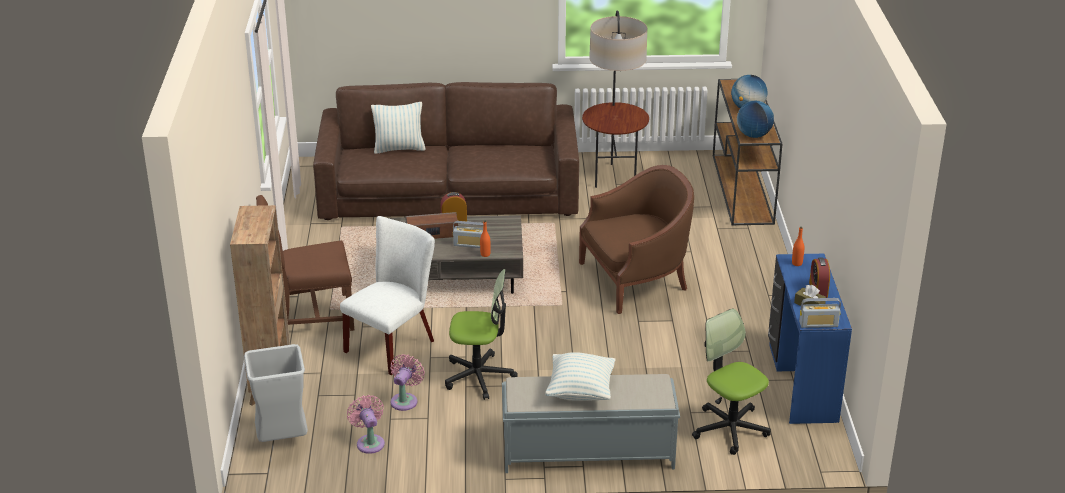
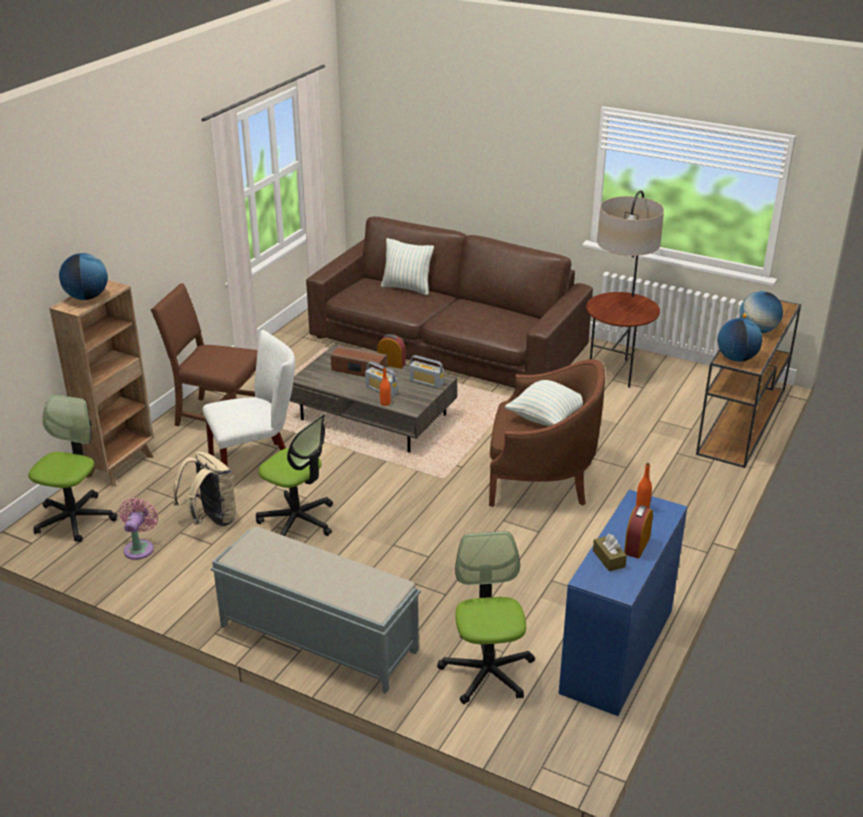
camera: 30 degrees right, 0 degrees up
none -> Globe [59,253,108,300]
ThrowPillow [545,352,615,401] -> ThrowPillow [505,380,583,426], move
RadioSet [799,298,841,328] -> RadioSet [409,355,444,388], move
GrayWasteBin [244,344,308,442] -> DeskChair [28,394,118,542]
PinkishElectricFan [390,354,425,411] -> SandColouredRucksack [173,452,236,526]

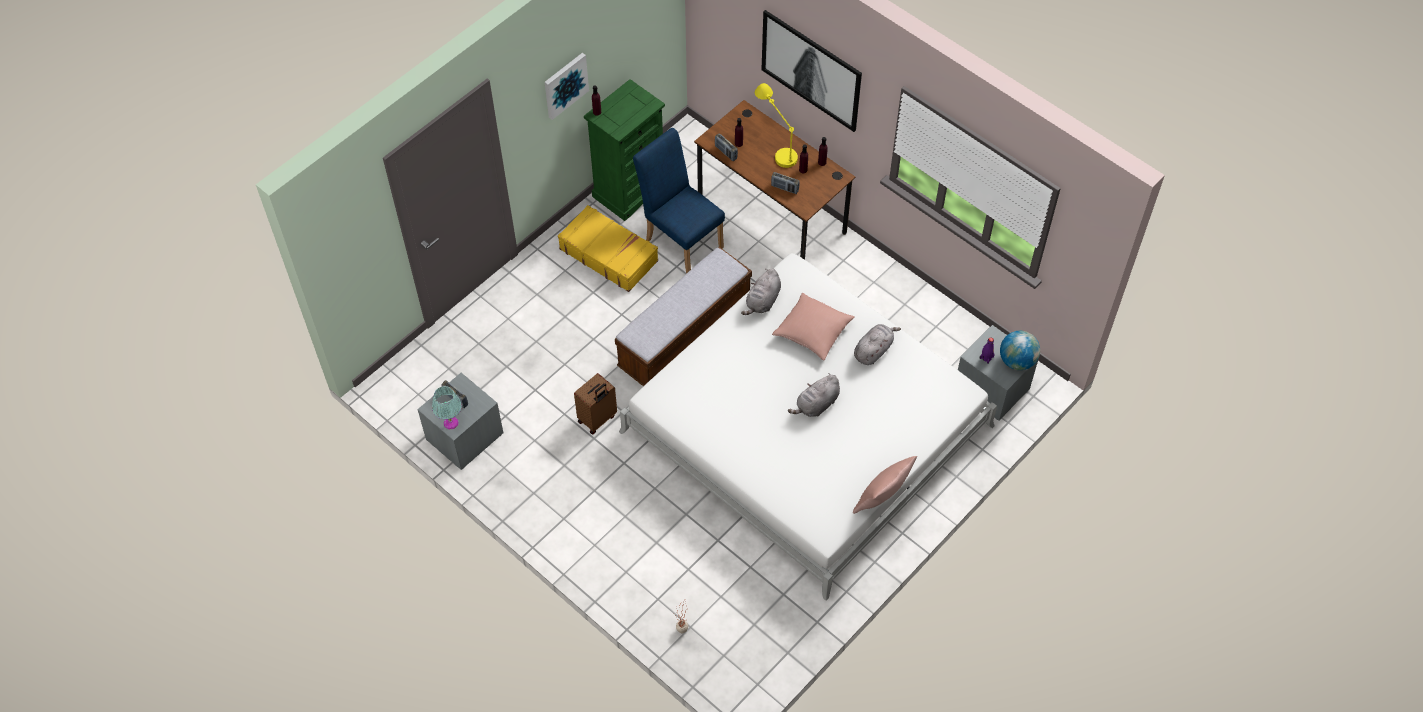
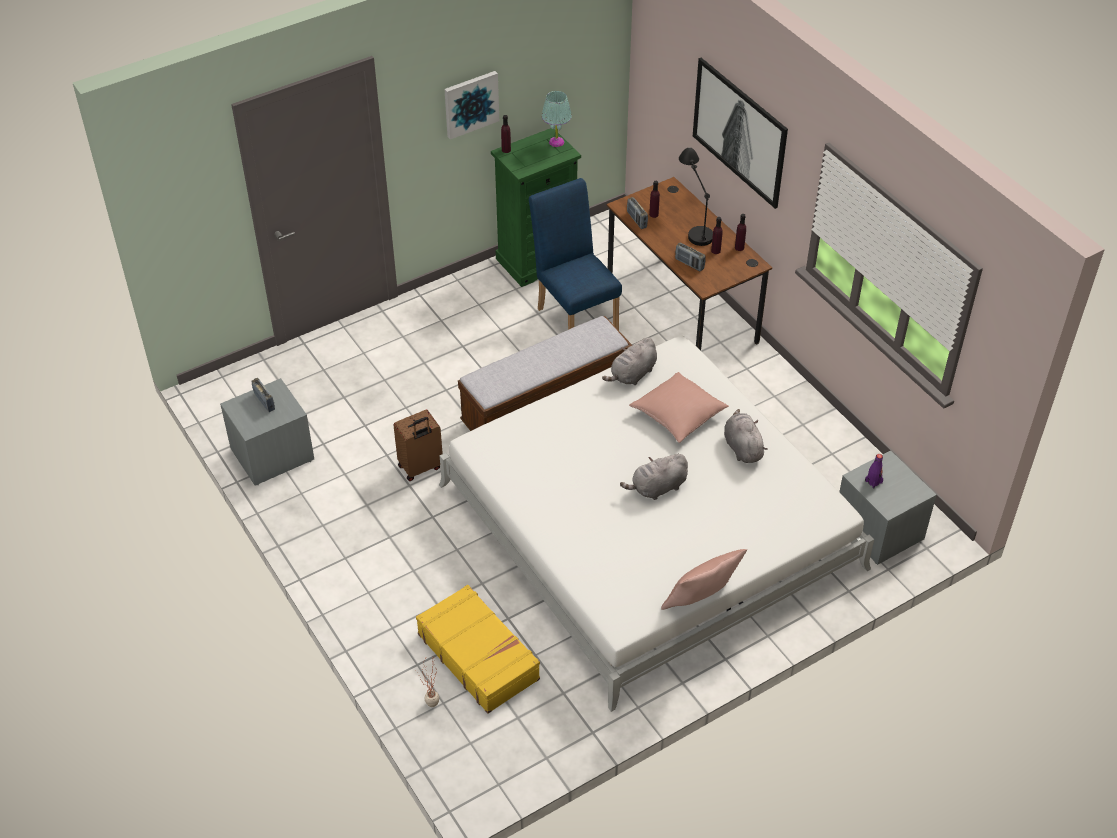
camera: 15 degrees right, 10 degrees down
Globe [1000,331,1040,370] -> none
TurquoiseTabletopLamp [432,386,462,429] -> TurquoiseTabletopLamp [542,91,572,147], move
YellowishSuitcase [558,205,658,292] -> YellowishSuitcase [416,585,540,714], move
YellowishTabletopLamp [755,83,798,168] -> BlackishTabletopLamp [679,147,713,246]
GrayPlushToy [854,324,901,365] -> GrayPlushToy [724,409,768,463], 75 degrees counterclockwise

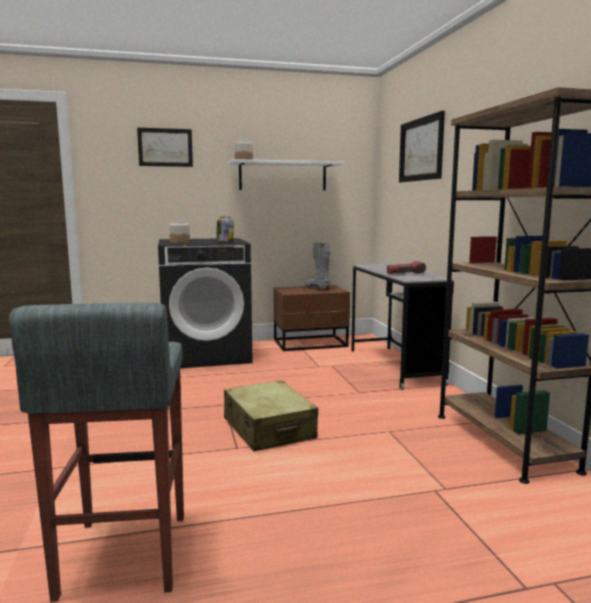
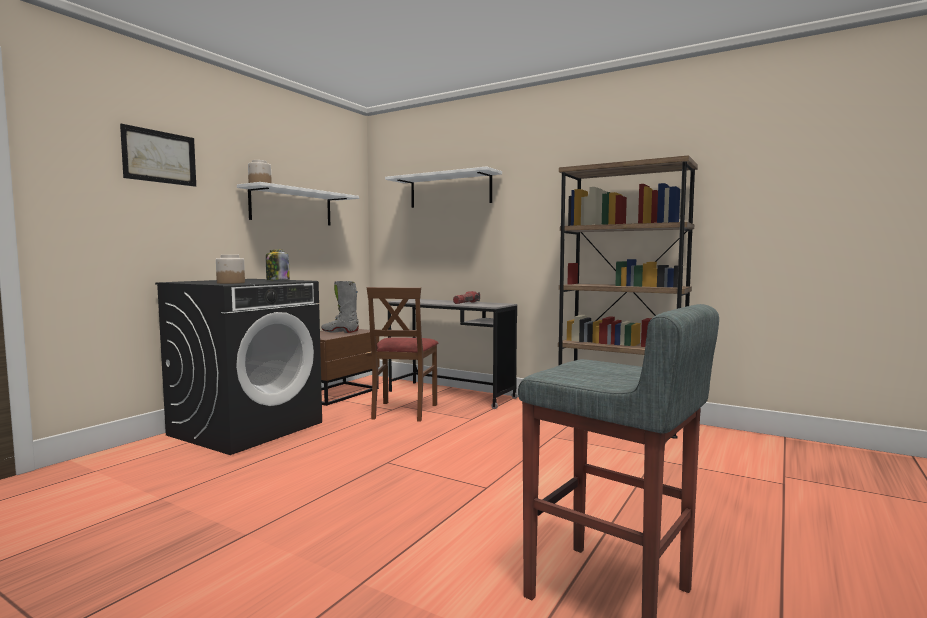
camera: 45 degrees left, 5 degrees down
SandColouredSuitcase [224,380,318,451] -> none
none -> BrownPlainChair [367,287,438,422]
WallPicture [399,111,445,182] -> WhiteWallShelf [385,166,502,208]

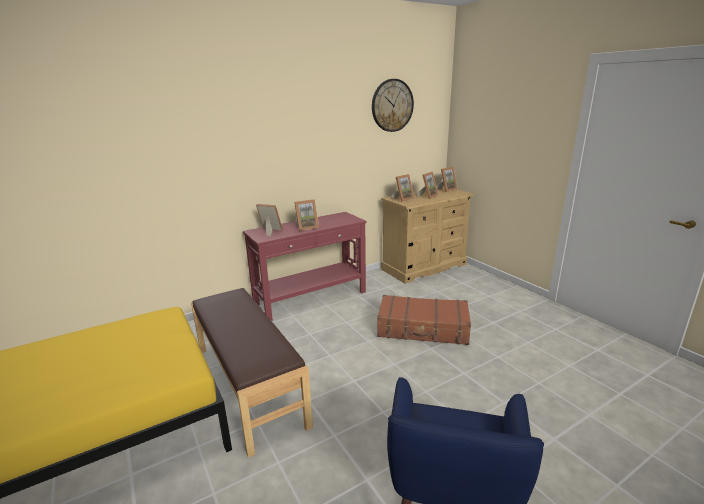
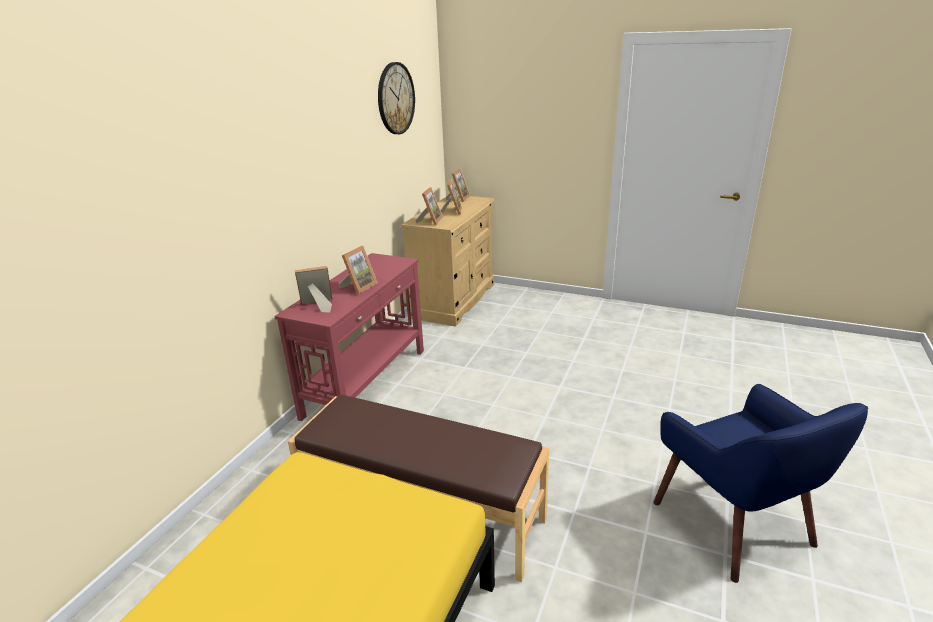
camera: 35 degrees left, 5 degrees up
BrownSuitcase [377,295,471,345] -> none

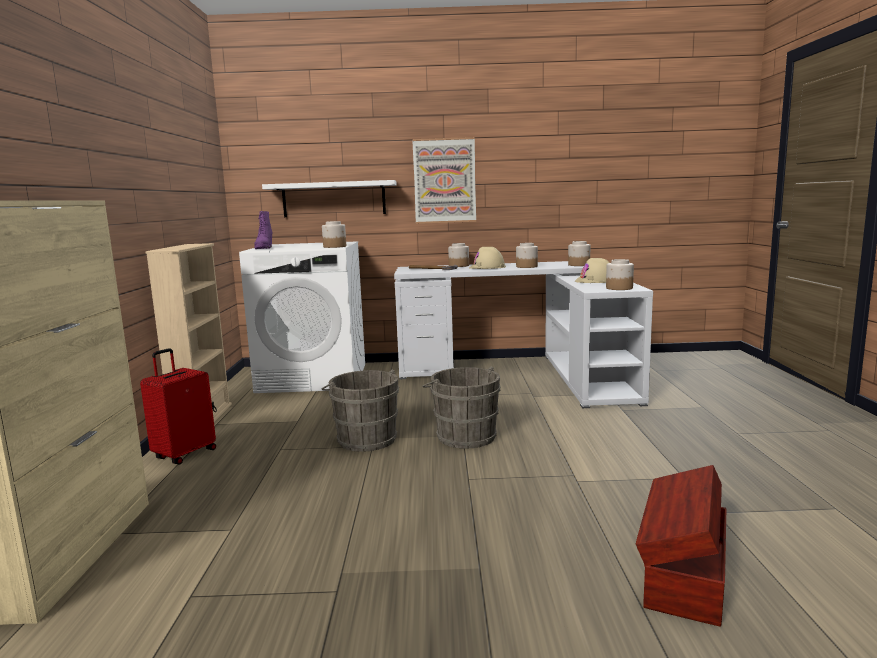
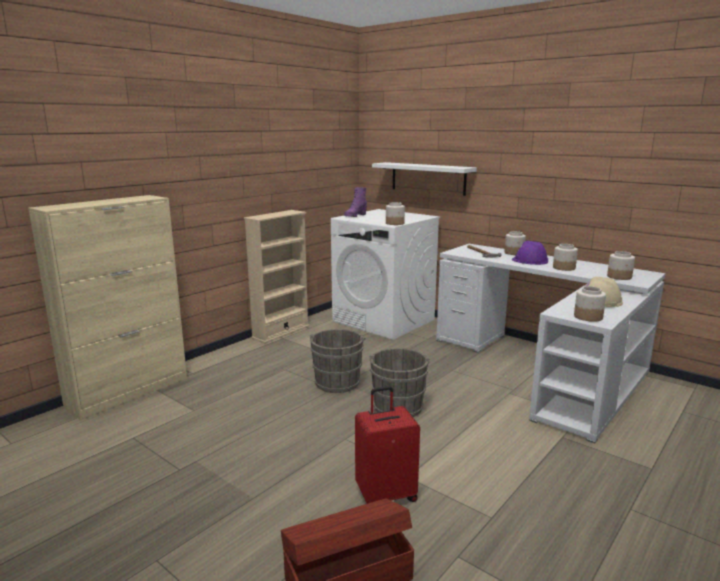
camera: 40 degrees right, 5 degrees up
WallPicture [412,137,476,224] -> none
ReddishSuitcase [140,348,216,465] -> ReddishSuitcase [355,386,420,504], move
SandColouredHardHat [469,247,506,269] -> PurplishHardHat [512,241,548,265]

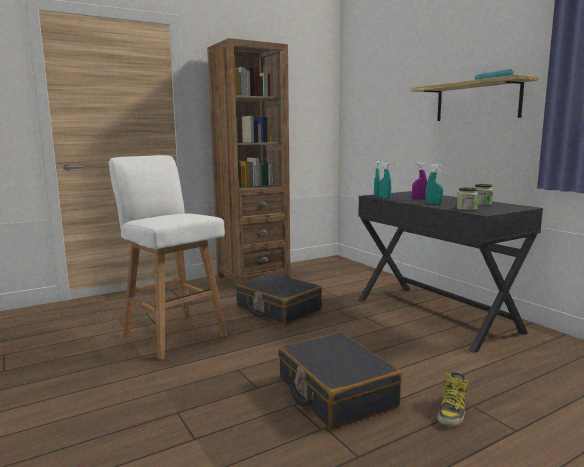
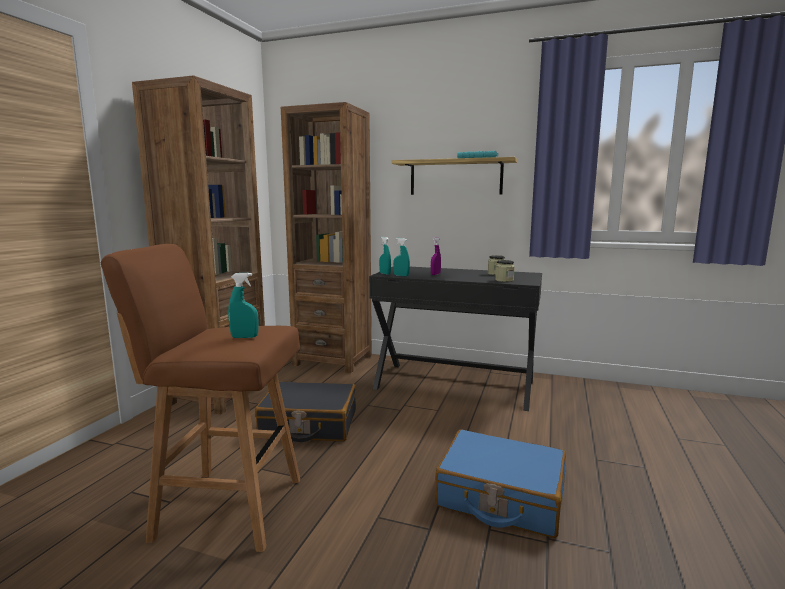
camera: 40 degrees left, 0 degrees up
TallBoot [438,372,468,426] -> none
none -> BrownShelvingUnit [281,102,372,373]
TurquoiseSprayer [426,164,443,204] -> TurquoiseSprayer [228,273,259,338], move
WhiteStool [108,155,227,360] -> BrownStool [101,244,300,552]
BlackishSuitcase [279,332,402,430] -> BlueColouredSuitcase [435,430,566,538]

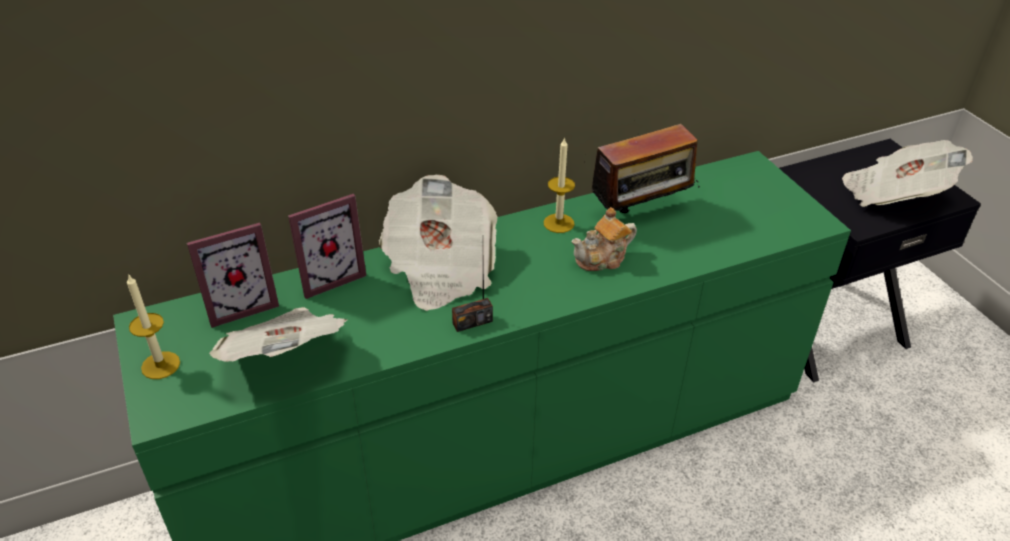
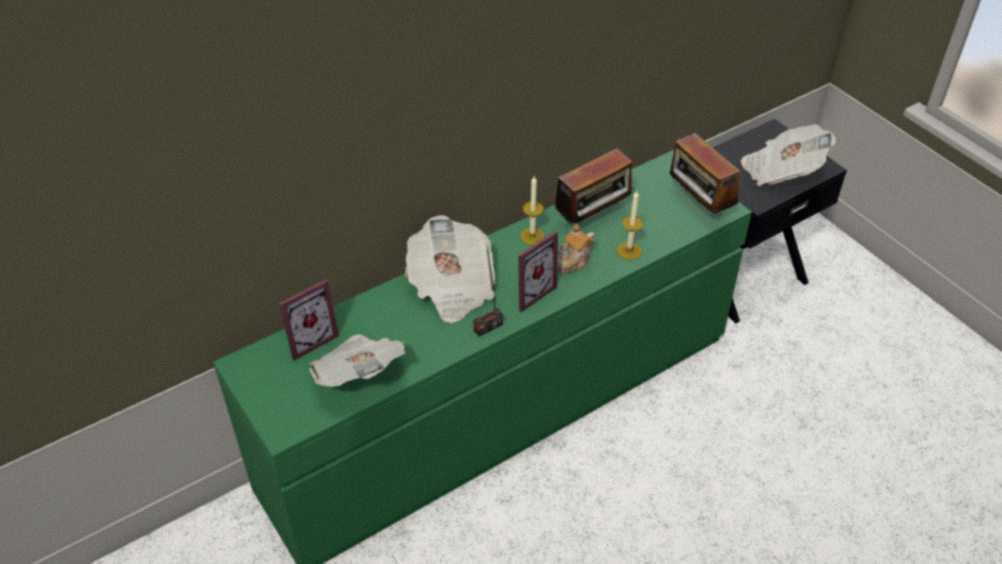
camera: 10 degrees left, 5 degrees up
none -> RadioSet [670,133,741,216]
WaxLight [127,274,180,379] -> WaxLight [617,190,643,260], move
StandingFrame [288,194,366,299] -> StandingFrame [518,231,558,312], move

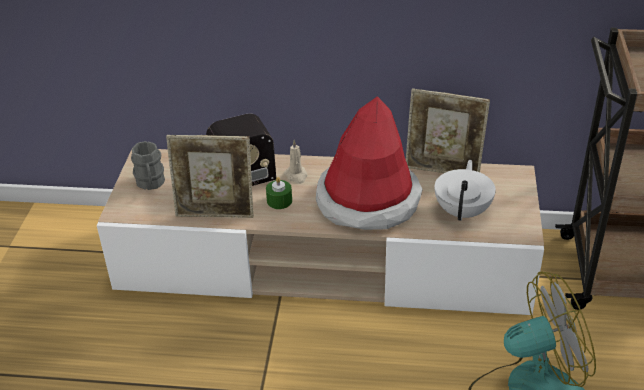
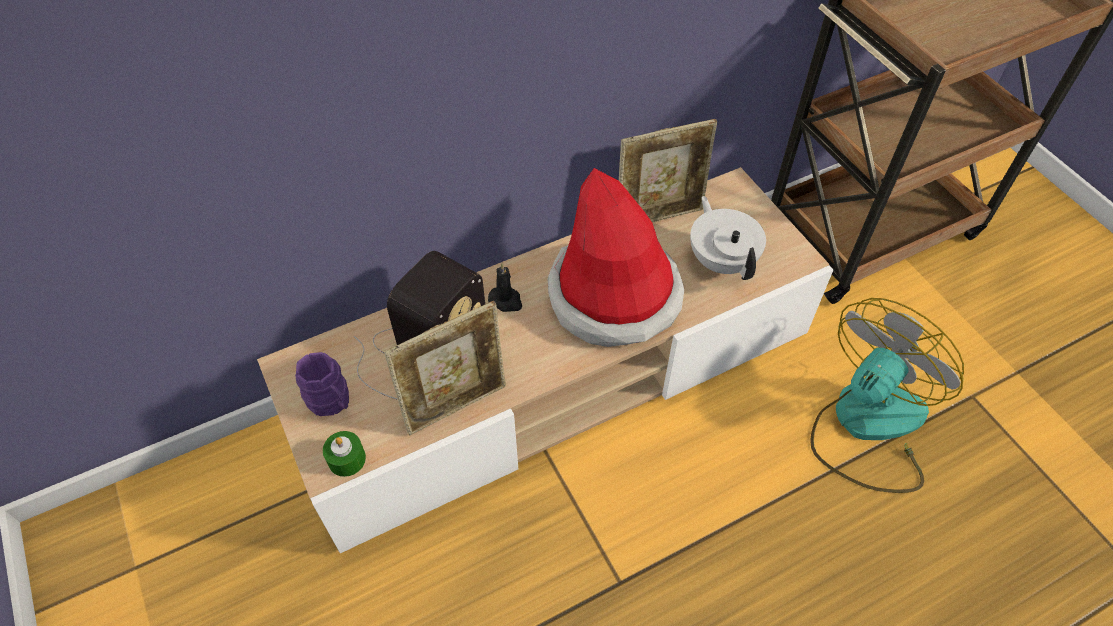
camera: 35 degrees left, 15 degrees up
GreenishWaxLight [266,177,292,209] -> GreenishWaxLight [323,431,366,477], move
GrayMug [131,141,165,190] -> PurplishMug [295,352,349,416]
SandColouredWaxLight [284,140,307,184] -> BlackishWaxLight [488,263,522,312]

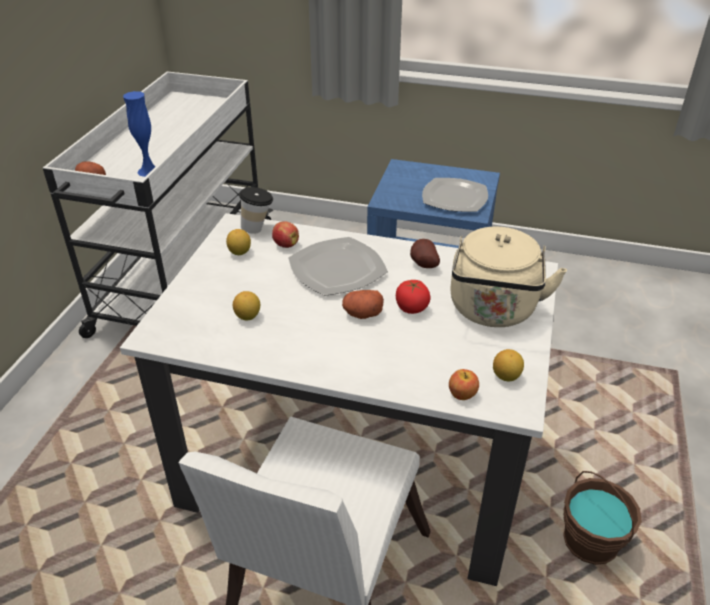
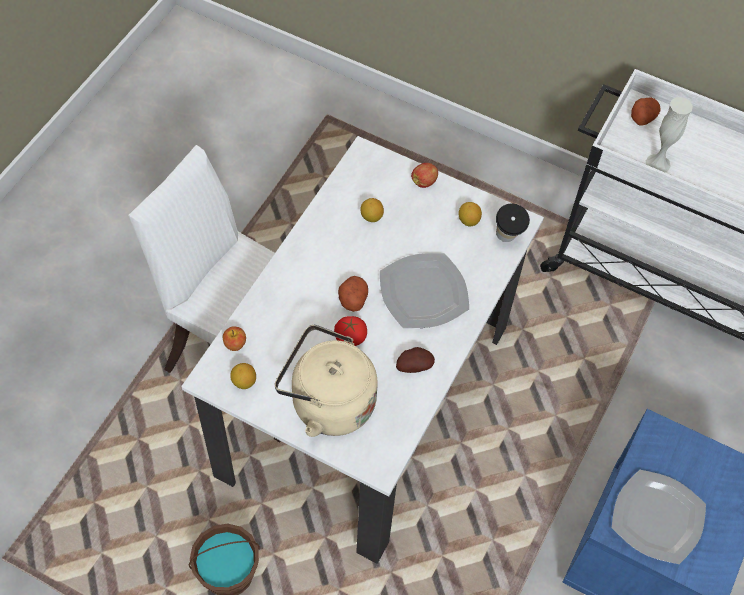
camera: 100 degrees right, 20 degrees up
Apple [272,221,299,248] -> Apple [411,163,438,188], move
BlueColouredDecorativeVase [123,91,156,177] -> WhiteDecorativeVase [646,97,693,172]

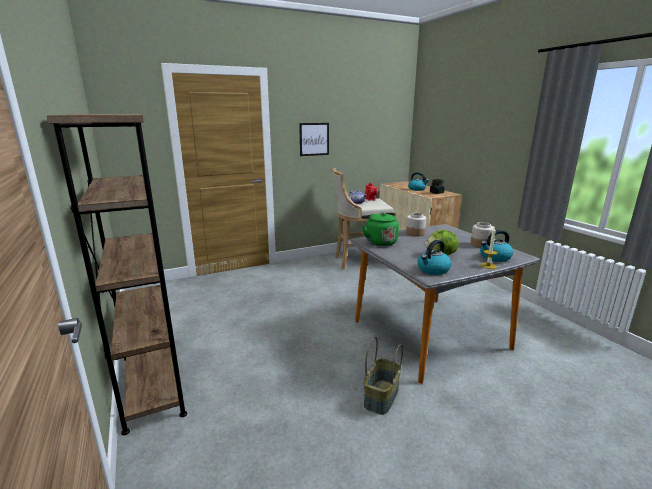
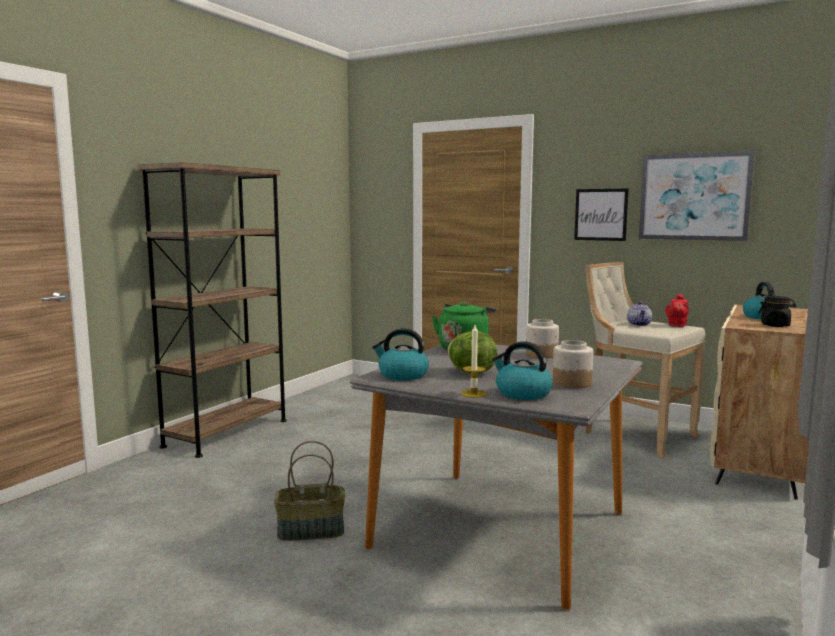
camera: 55 degrees right, 10 degrees down
none -> WallPicture [639,150,755,241]

